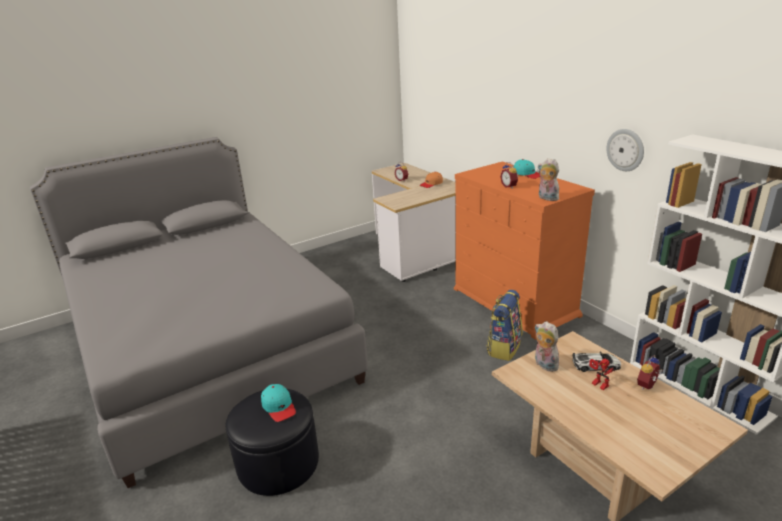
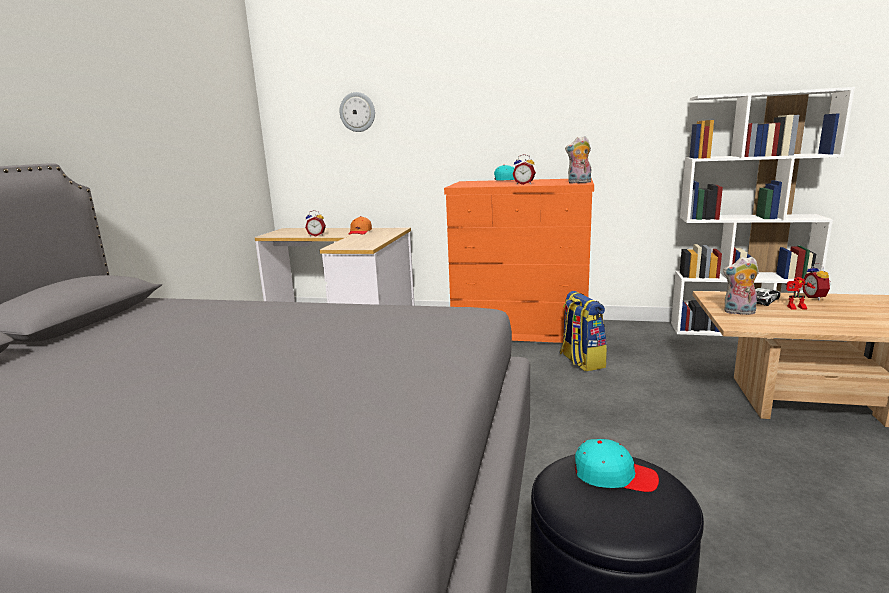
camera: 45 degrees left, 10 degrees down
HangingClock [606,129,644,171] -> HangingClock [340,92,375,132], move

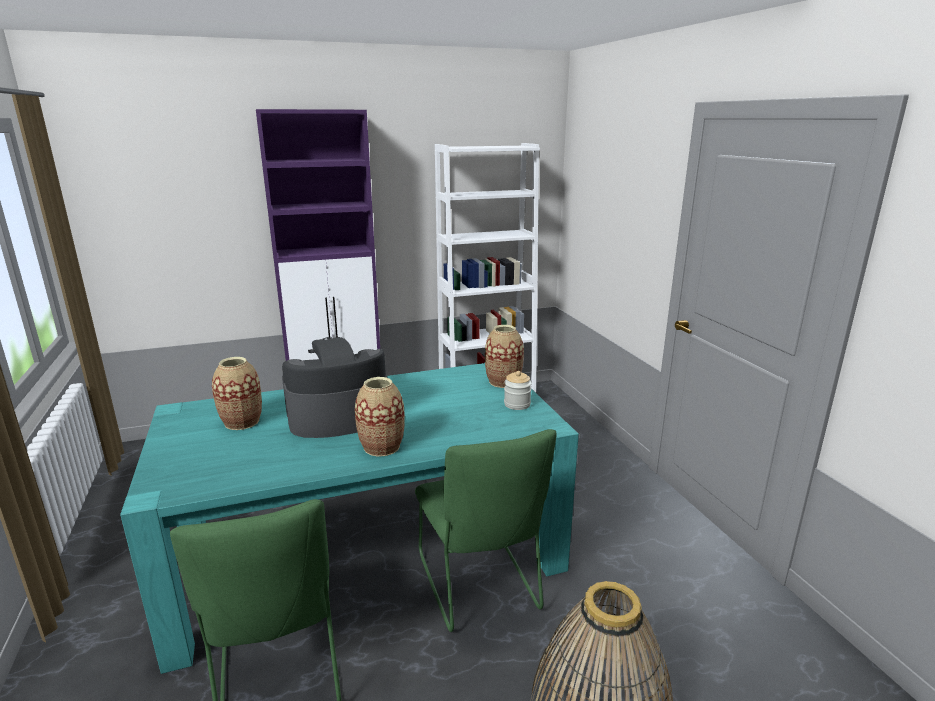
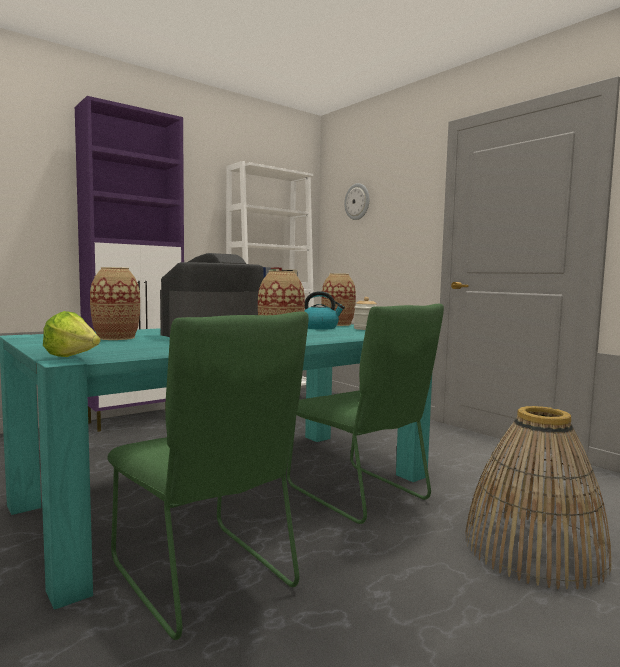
camera: 20 degrees left, 15 degrees down
none -> Lettuce [43,311,101,357]
none -> WaterKettle [304,291,345,330]
none -> HangingClock [344,183,369,220]

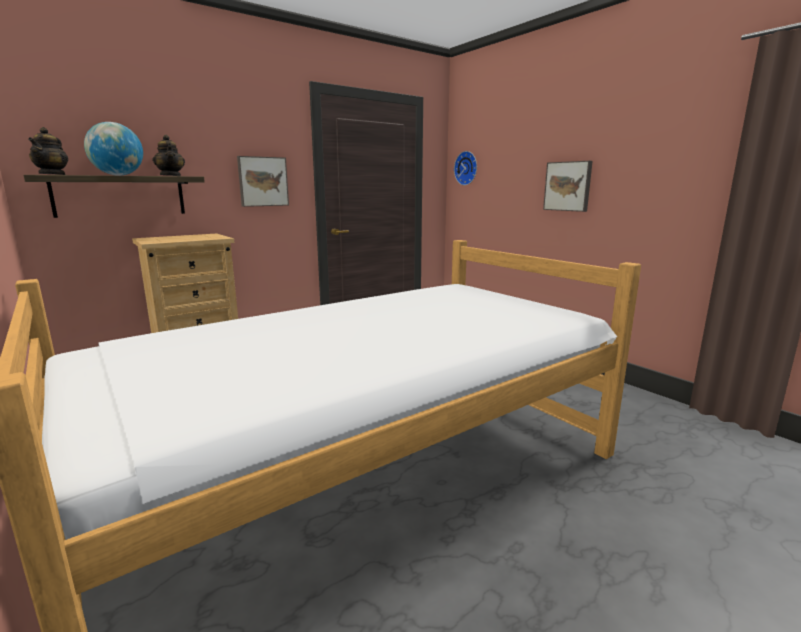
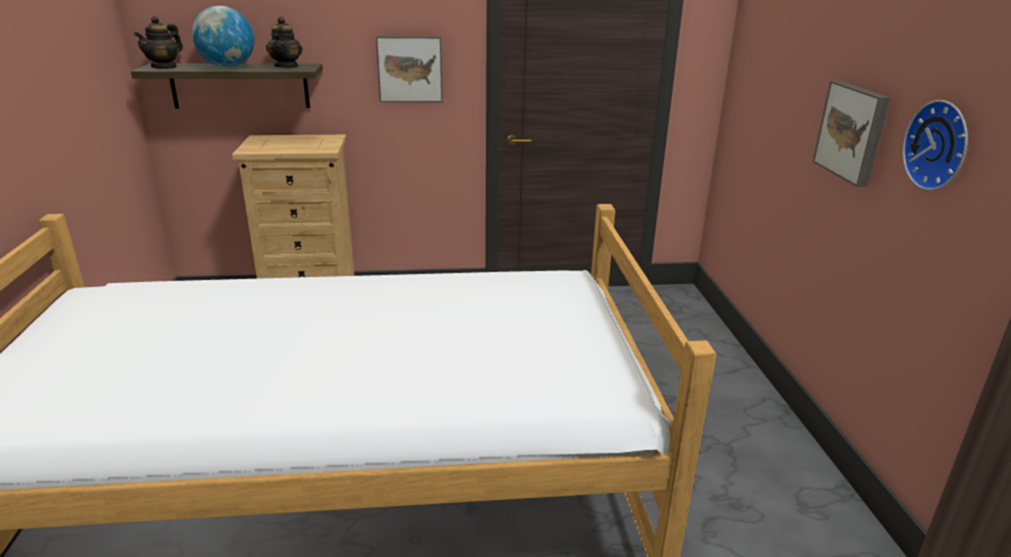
camera: 30 degrees right, 10 degrees up
HangingClock [454,151,477,185] -> HangingClock [903,100,968,190], move

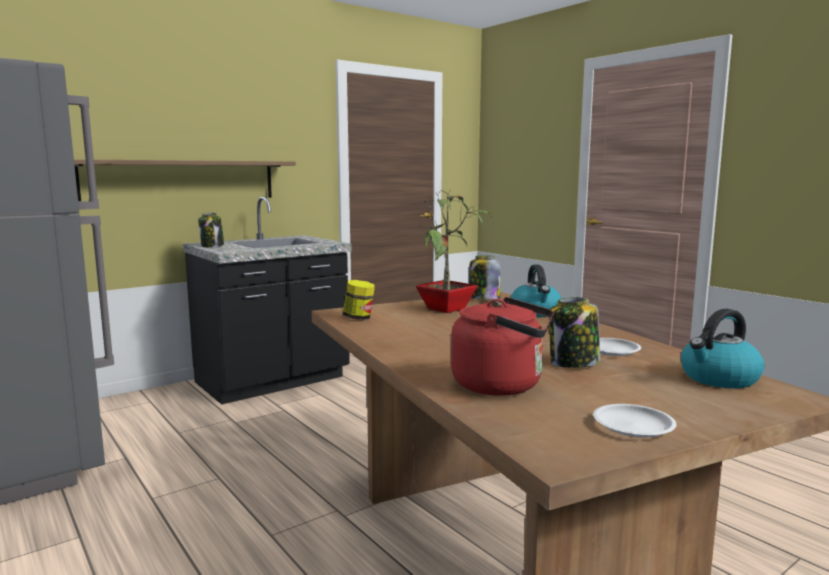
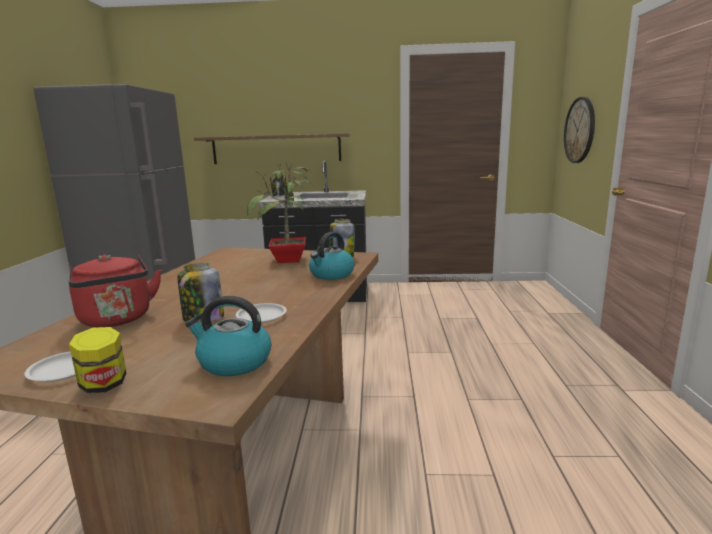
camera: 40 degrees right, 5 degrees up
none -> HangingClock [564,97,595,163]
PreserveJar [343,280,375,320] -> PreserveJar [69,327,126,393], move

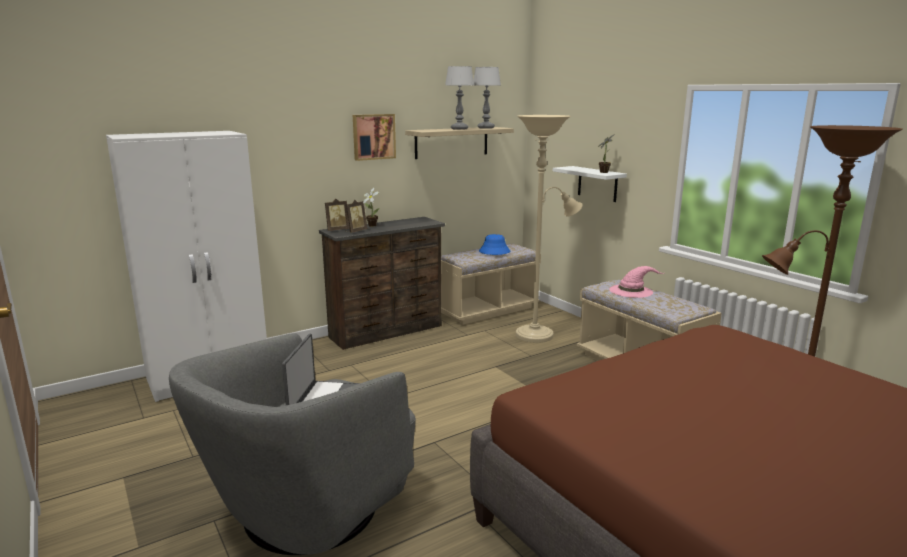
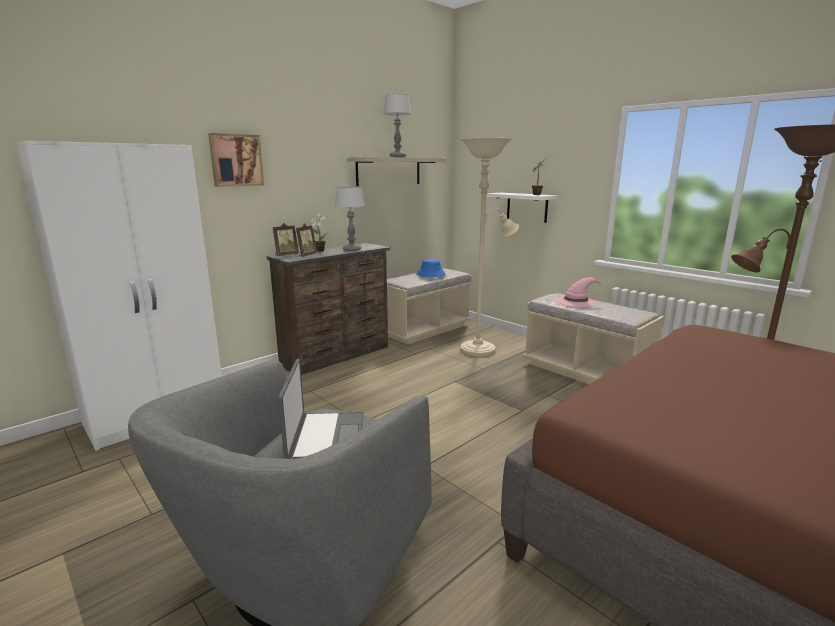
camera: 10 degrees left, 0 degrees up
WallPicture [353,114,396,161] -> WallPicture [208,133,264,187], move
TabletopLamp [473,67,501,129] -> TabletopLamp [335,187,365,251], move

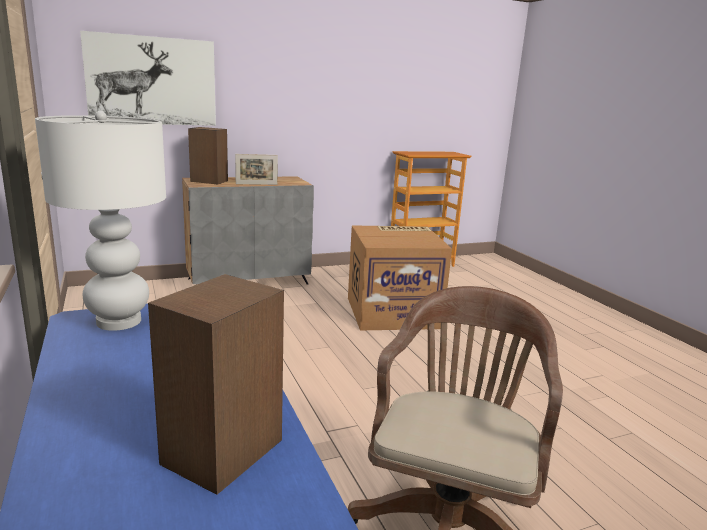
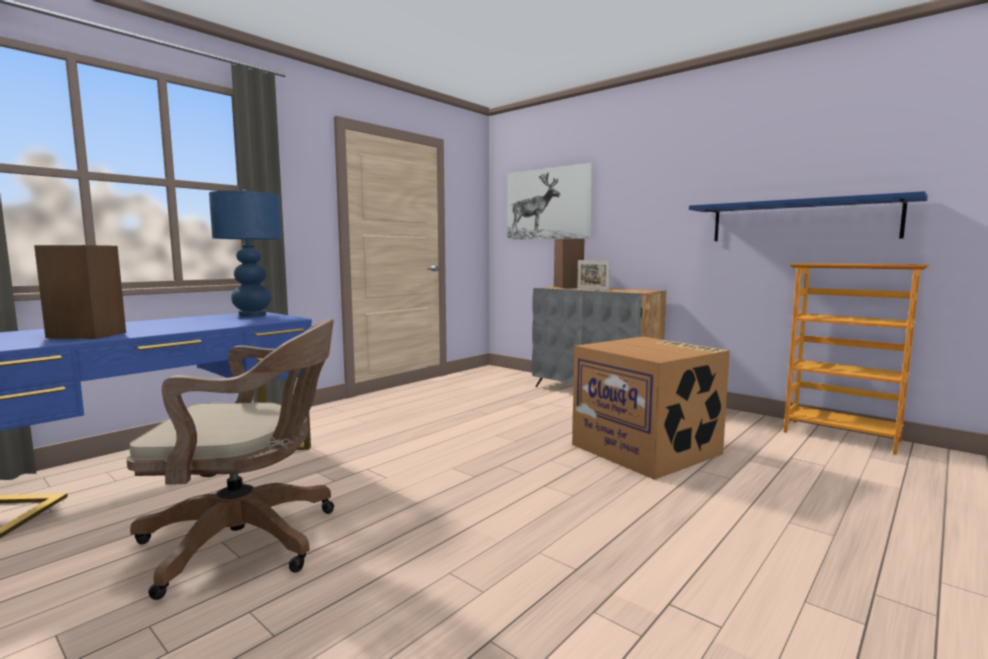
camera: 65 degrees right, 10 degrees down
none -> BlueColouredWallShelf [689,191,928,241]
WhiteTabletopLamp [35,111,166,331] -> BlueColouredTabletopLamp [209,190,282,317]

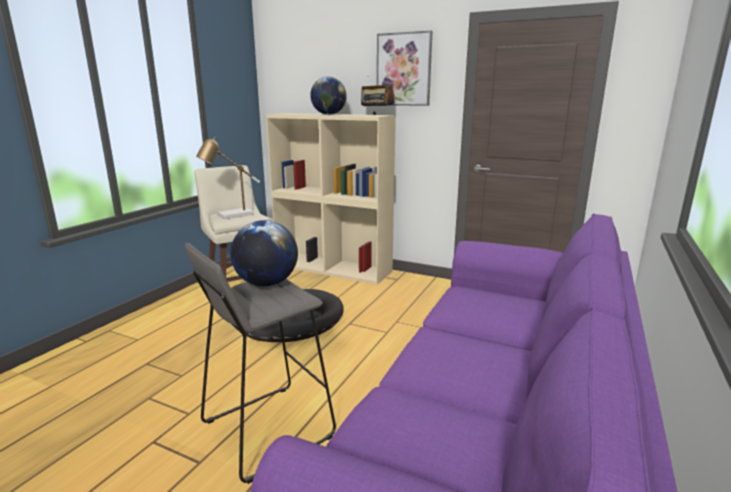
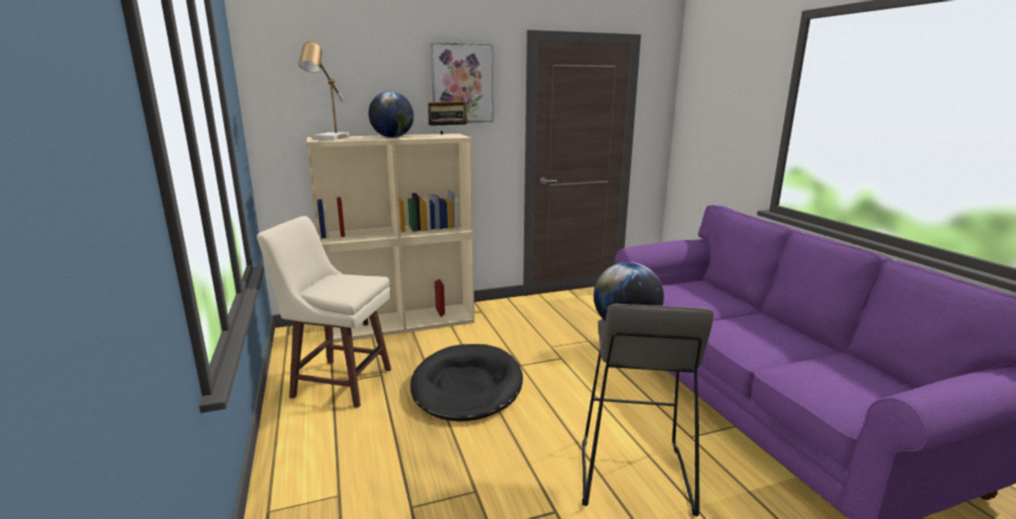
camera: 45 degrees left, 0 degrees up
TabletopLamp [196,137,260,219] -> TabletopLamp [299,39,349,140], move

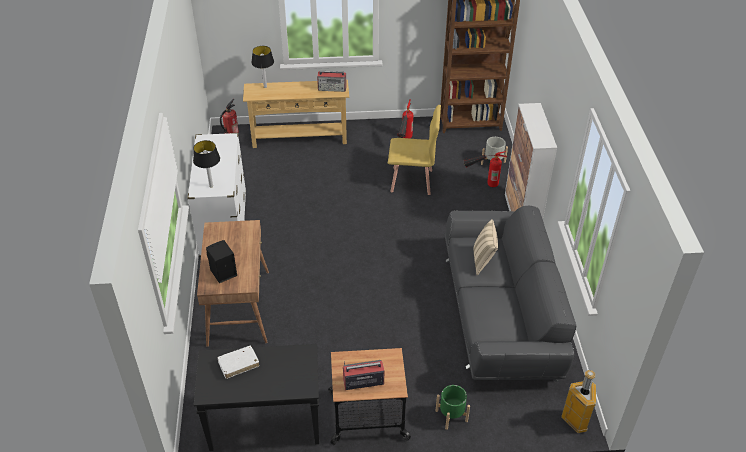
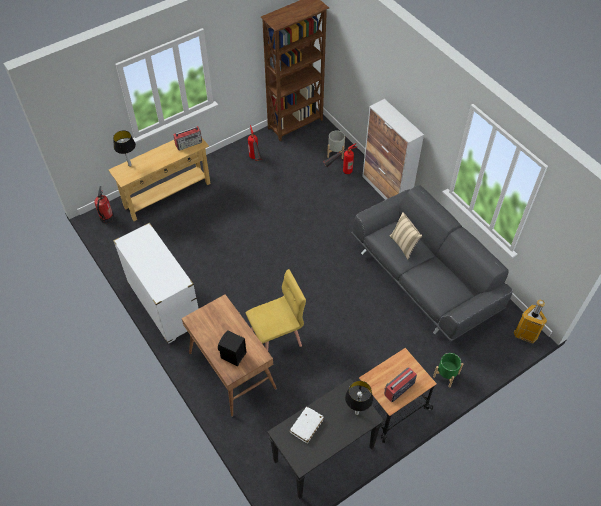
camera: 30 degrees left, 10 degrees up
TabletopLamp [193,140,220,187] -> TabletopLamp [345,381,373,415], move
YellowishPlainChair [388,105,441,195] -> YellowishPlainChair [246,269,306,351], move

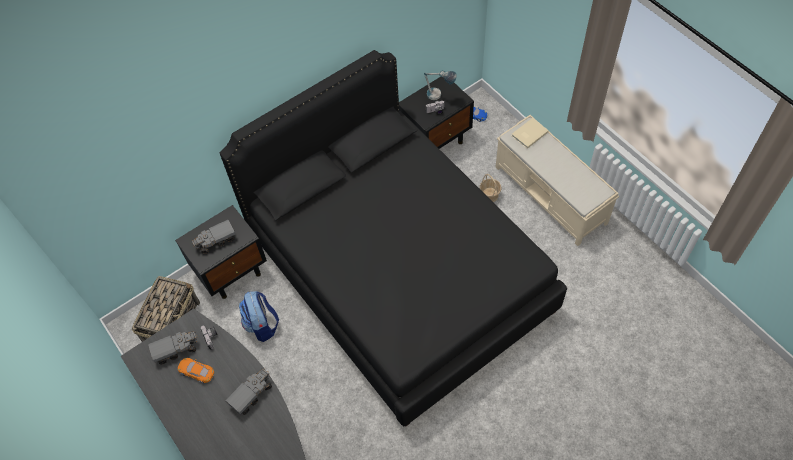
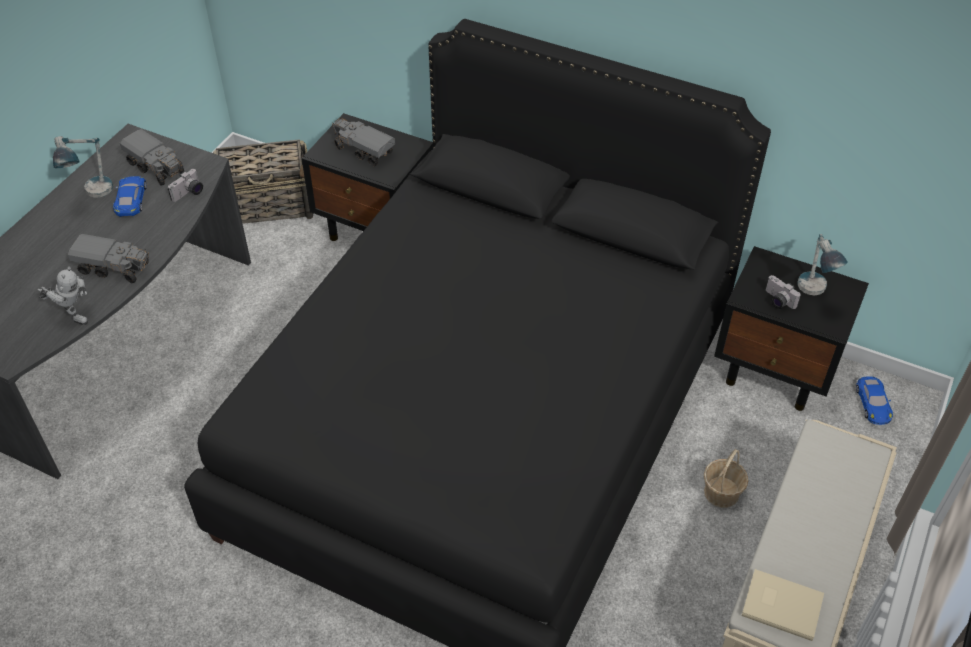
camera: 60 degrees right, 10 degrees down
Rucksack [239,291,279,342] -> none
none -> ToyRobot [38,267,89,325]
none -> TabletopLamp [53,136,113,198]
SandColouredVolume [512,118,549,149] -> SandColouredVolume [741,569,824,641], move
OrangeColouredModelCar [178,358,214,383] -> BlueColouredModelCar [113,176,146,217]

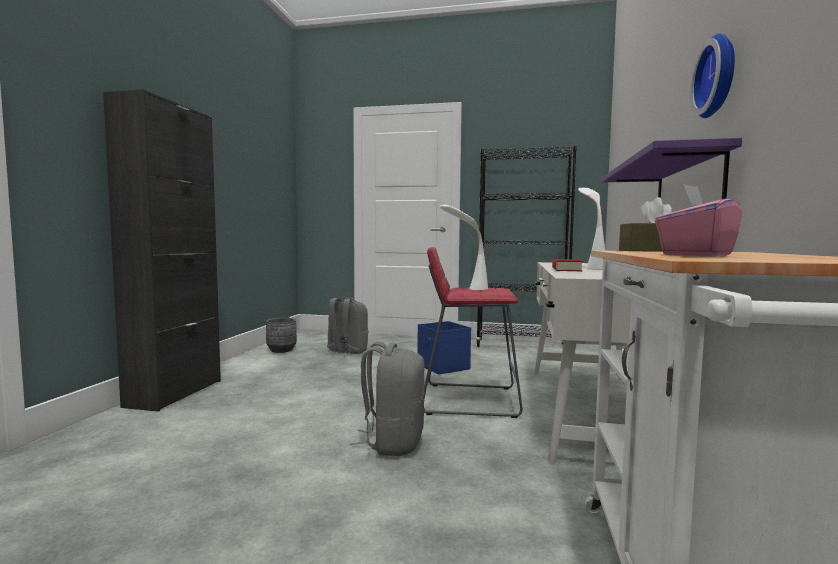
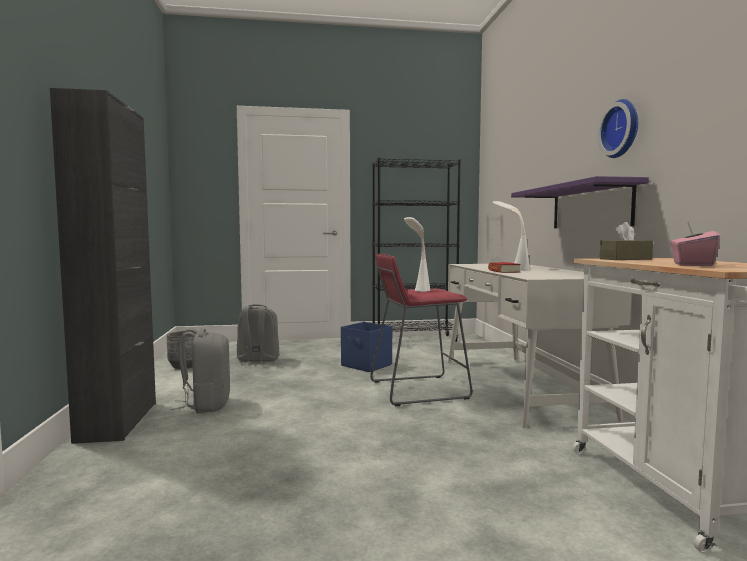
camera: 20 degrees left, 0 degrees up
GrayRucksack [350,342,424,456] -> GrayRucksack [171,328,230,413], move

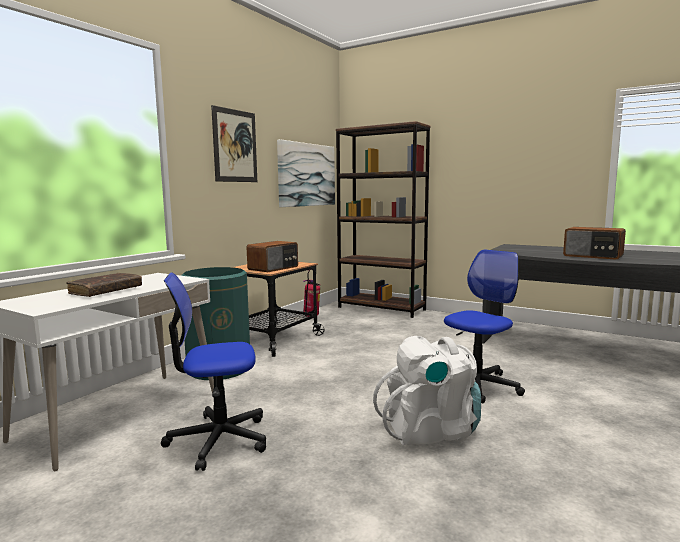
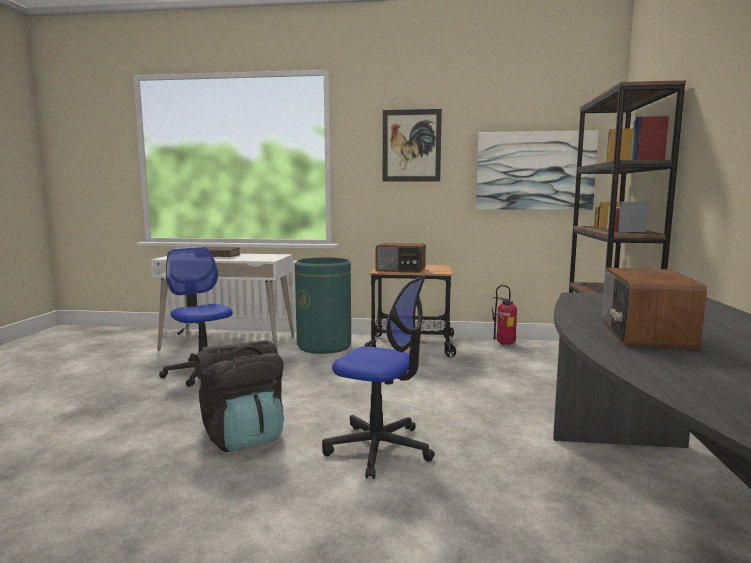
camera: 65 degrees right, 0 degrees up
WhiteRucksack [373,336,481,445] -> BlackishRucksack [194,340,284,452]

